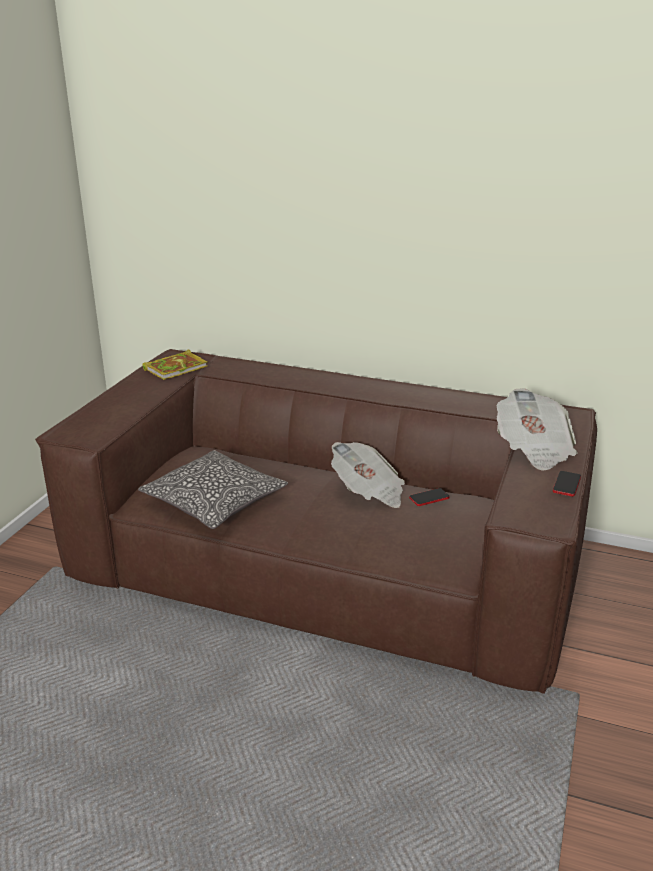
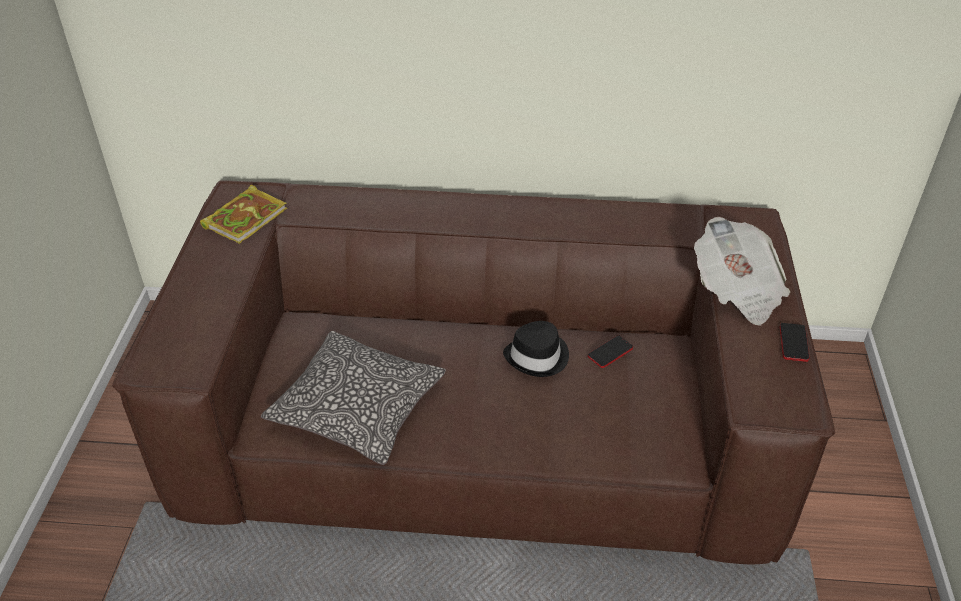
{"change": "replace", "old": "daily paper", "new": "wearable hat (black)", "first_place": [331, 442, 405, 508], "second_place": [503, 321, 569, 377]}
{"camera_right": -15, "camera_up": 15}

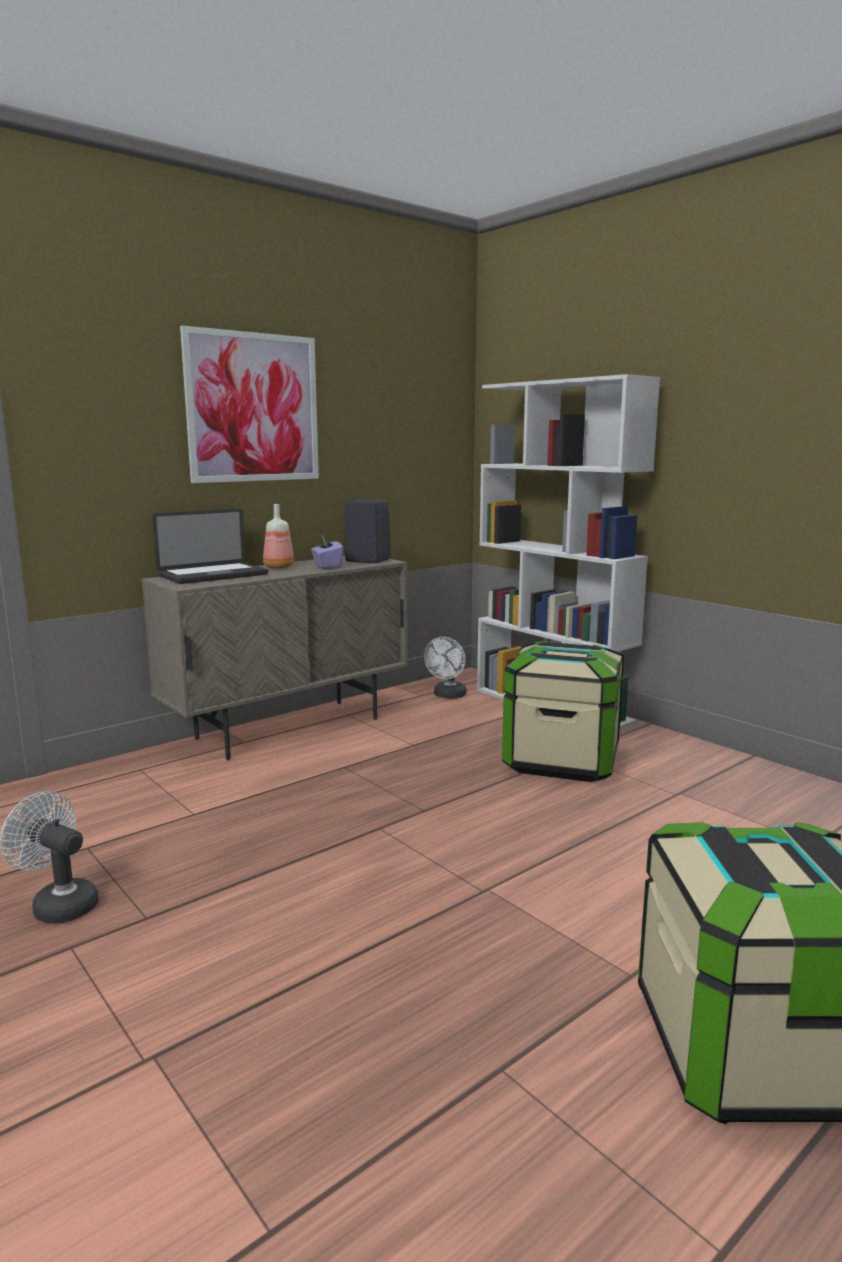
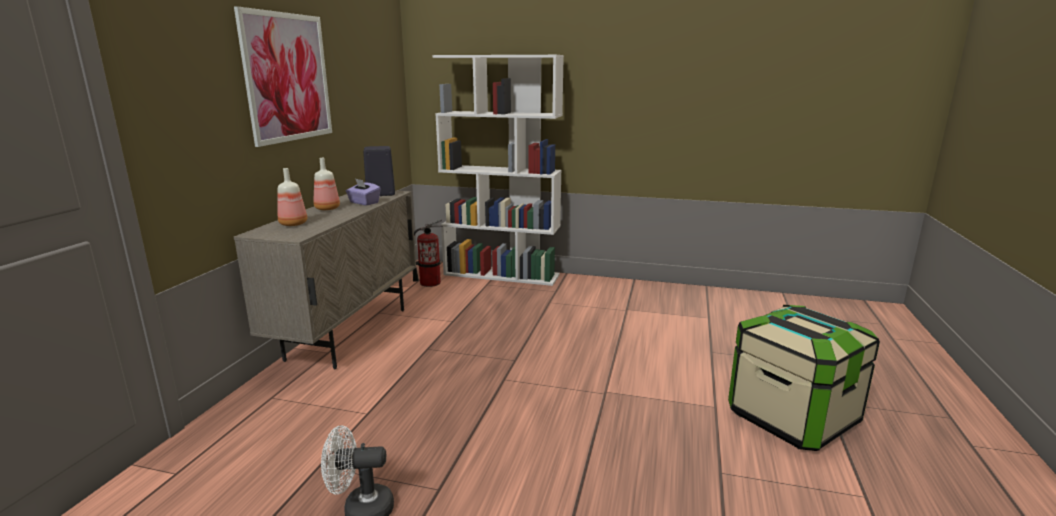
{"change": "replace", "old": "portable computer", "new": "beverage bottle", "first_place": [153, 509, 268, 584], "second_place": [278, 168, 307, 226]}
{"change": "replace", "old": "fan (white-coloured)", "new": "fire extinguisher", "first_place": [424, 637, 467, 699], "second_place": [413, 219, 443, 287]}
{"change": "delete", "old": "storage box", "first_place": [502, 641, 624, 782]}
{"camera_right": -35, "camera_up": 5}

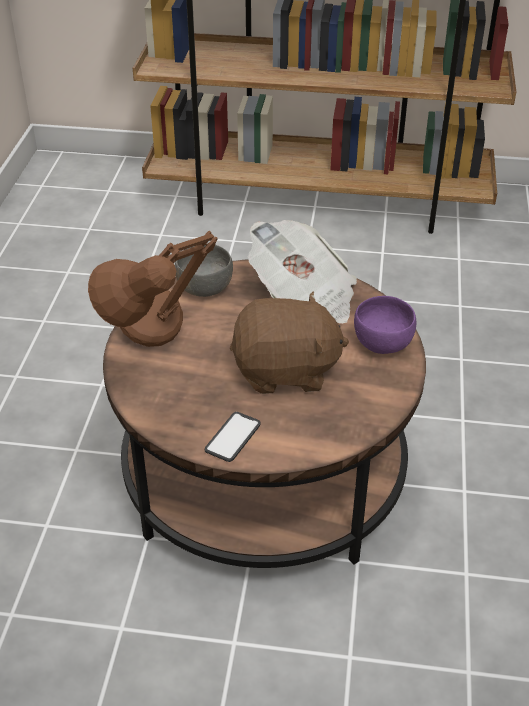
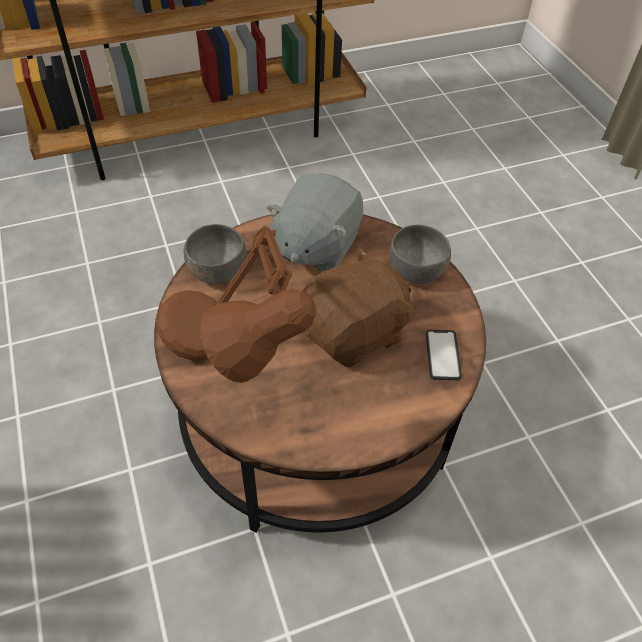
{"change": "move", "old": "telephone", "first_place": [205, 412, 261, 462], "second_place": [426, 330, 462, 380]}
{"change": "replace", "old": "daily paper", "new": "soft toy (gray)", "first_place": [248, 220, 357, 324], "second_place": [266, 173, 363, 272]}
{"change": "recolor", "old": "serving bowl (purple)", "new": "serving bowl (gray)", "first_place": [354, 296, 416, 354], "second_place": [389, 225, 451, 284]}
{"camera_right": -30, "camera_up": 10}

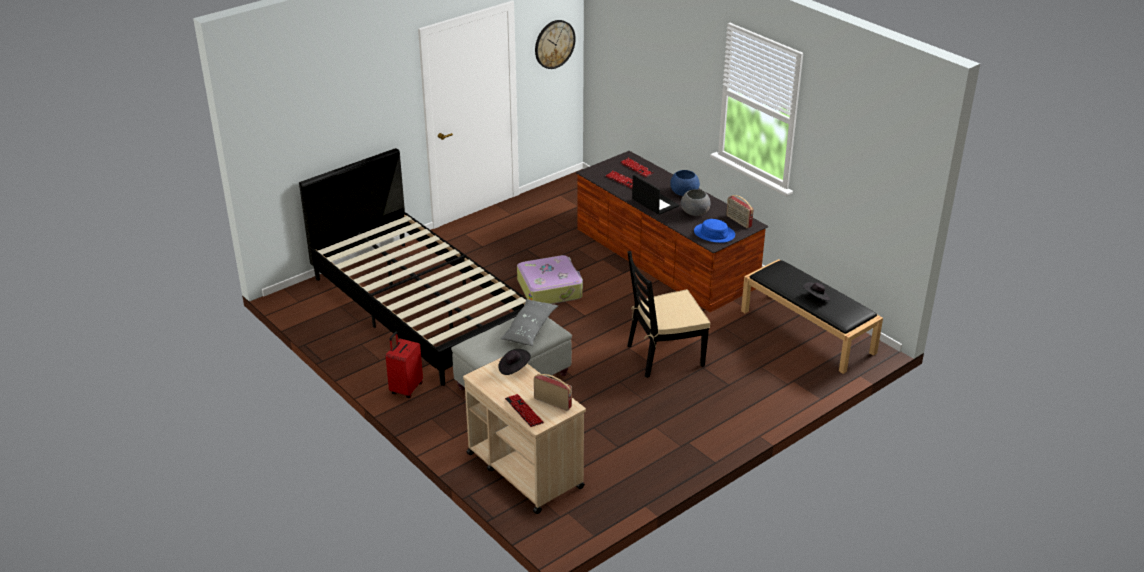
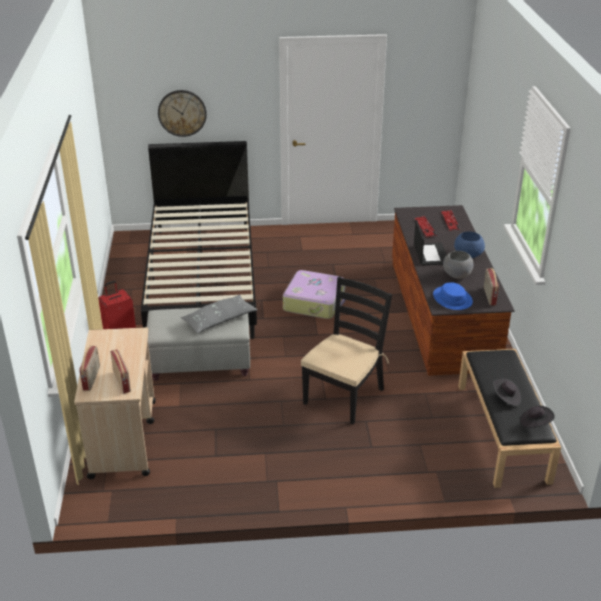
{"change": "move", "old": "wearable hat (black)", "first_place": [498, 349, 531, 375], "second_place": [520, 406, 555, 428]}
{"change": "replace", "old": "PC keyboard", "new": "radio", "first_place": [505, 394, 544, 427], "second_place": [79, 345, 100, 391]}
{"change": "move", "old": "hanging clock", "first_place": [535, 20, 576, 69], "second_place": [158, 90, 207, 137]}
{"change": "rotate", "old": "plain chair (black)", "first_place": [627, 251, 710, 378], "second_place": [301, 276, 392, 424], "degrees": 105}
{"camera_right": 35, "camera_up": 0}

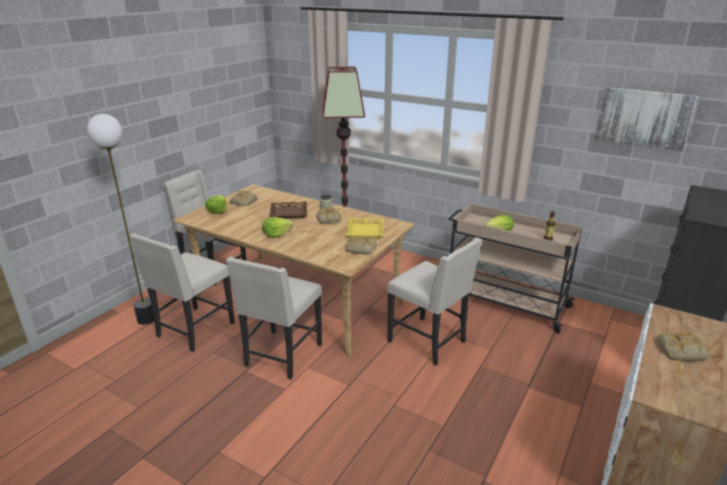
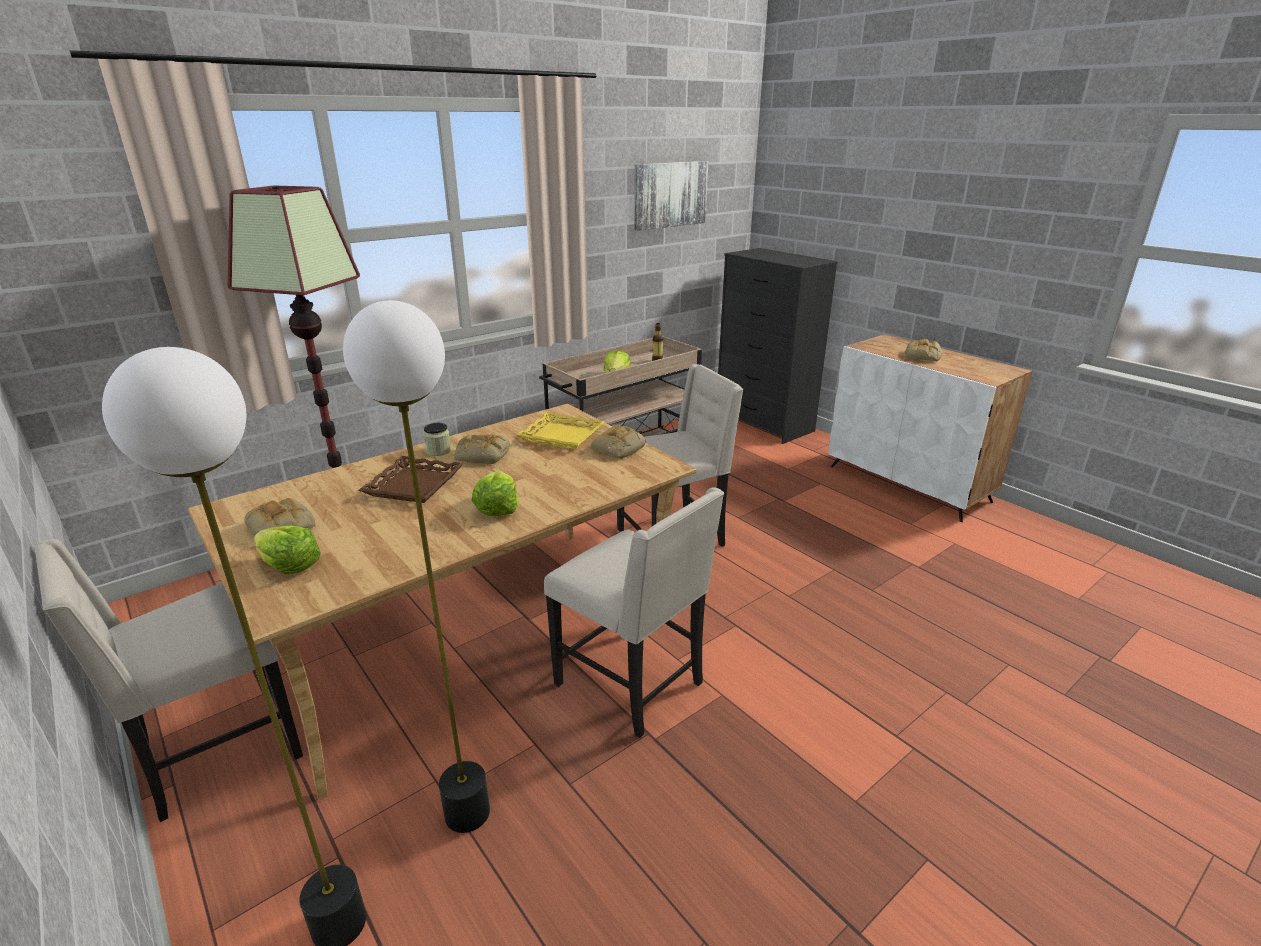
{"change": "replace", "old": "plain chair (beige-coloured)", "new": "standing lamp", "first_place": [129, 233, 235, 352], "second_place": [343, 300, 490, 833]}
{"camera_right": -70, "camera_up": 0}

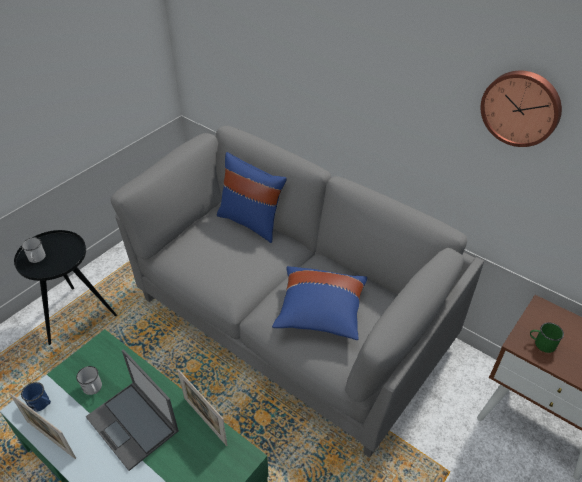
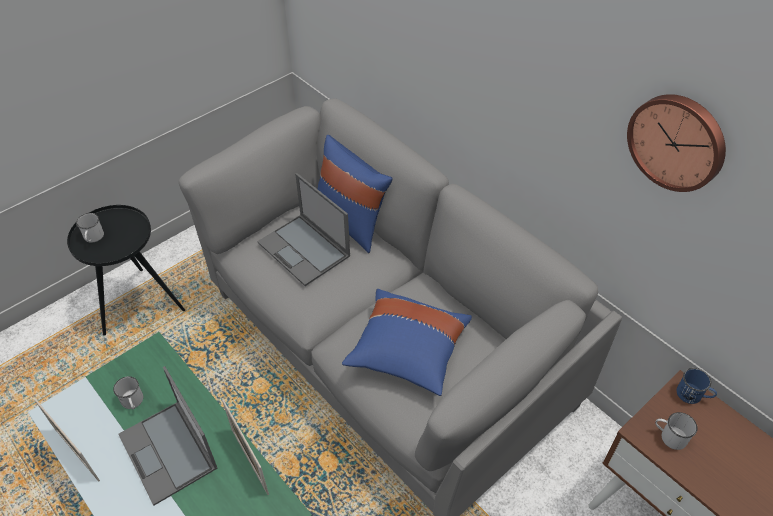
{"change": "move", "old": "tea mug (bluish)", "first_place": [21, 382, 51, 412], "second_place": [677, 368, 717, 404]}
{"change": "recolor", "old": "tea mug (green)", "new": "tea mug (white-coloured)", "first_place": [530, 322, 564, 353], "second_place": [655, 412, 698, 450]}
{"change": "insert", "new": "portable computer", "second_place": [257, 173, 350, 286]}
{"camera_right": 10, "camera_up": 5}

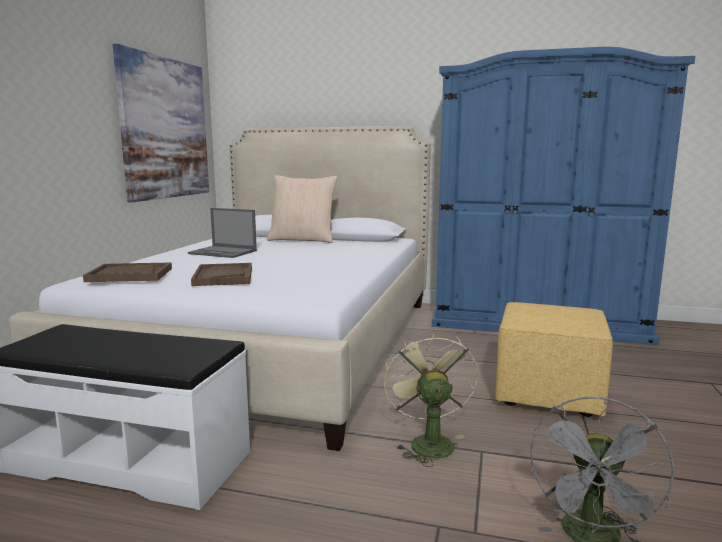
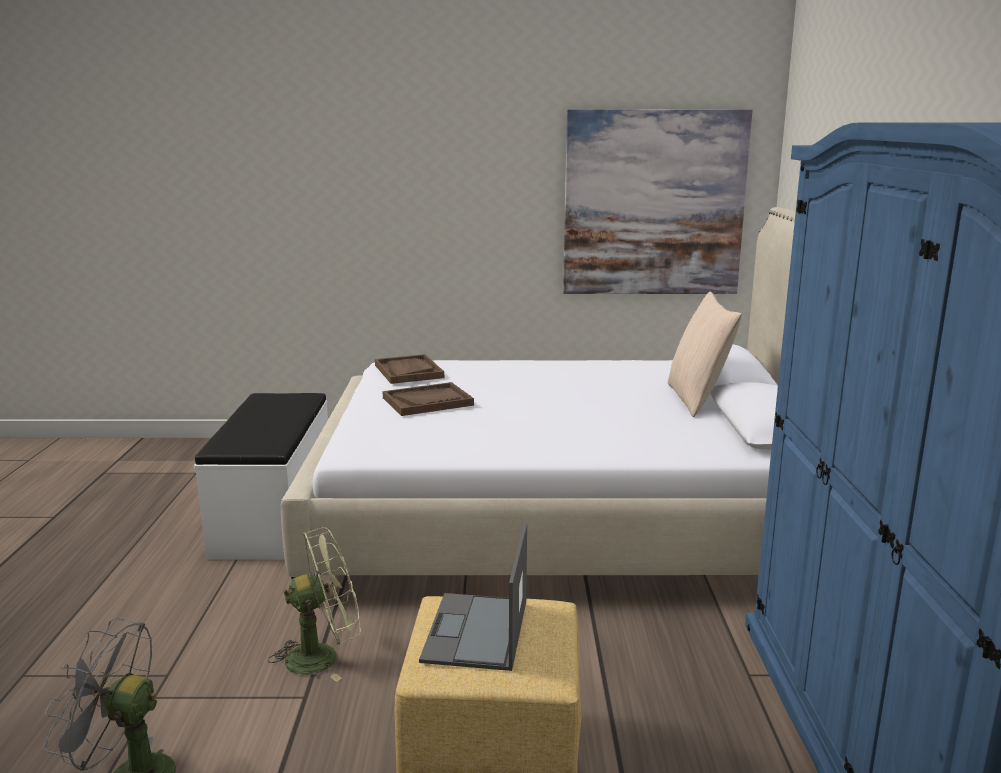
{"change": "move", "old": "portable computer", "first_place": [188, 208, 257, 258], "second_place": [419, 523, 527, 671]}
{"camera_right": 75, "camera_up": 5}

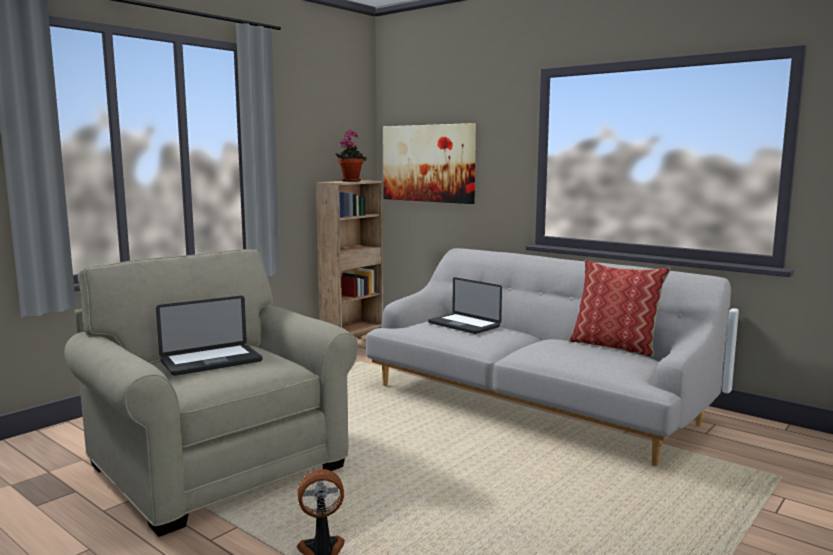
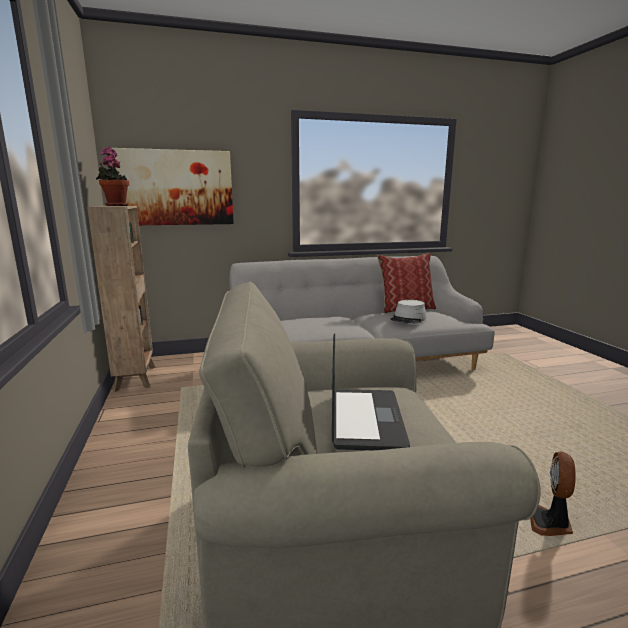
{"change": "delete", "old": "portable computer", "first_place": [428, 277, 502, 334]}
{"change": "insert", "new": "wearable hat (gray)", "second_place": [391, 300, 426, 324]}
{"camera_right": -55, "camera_up": 5}

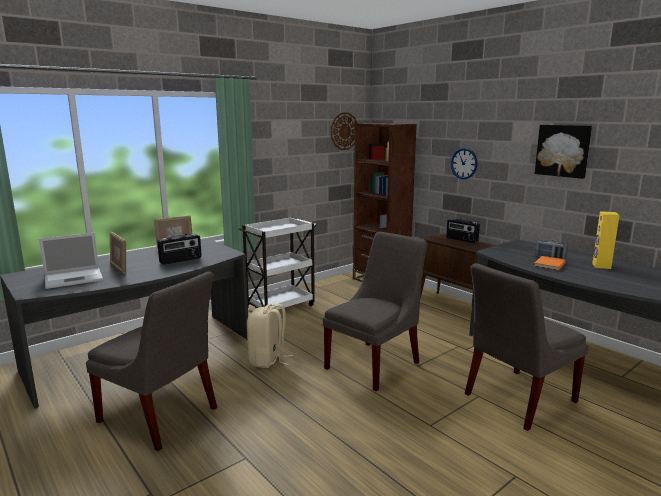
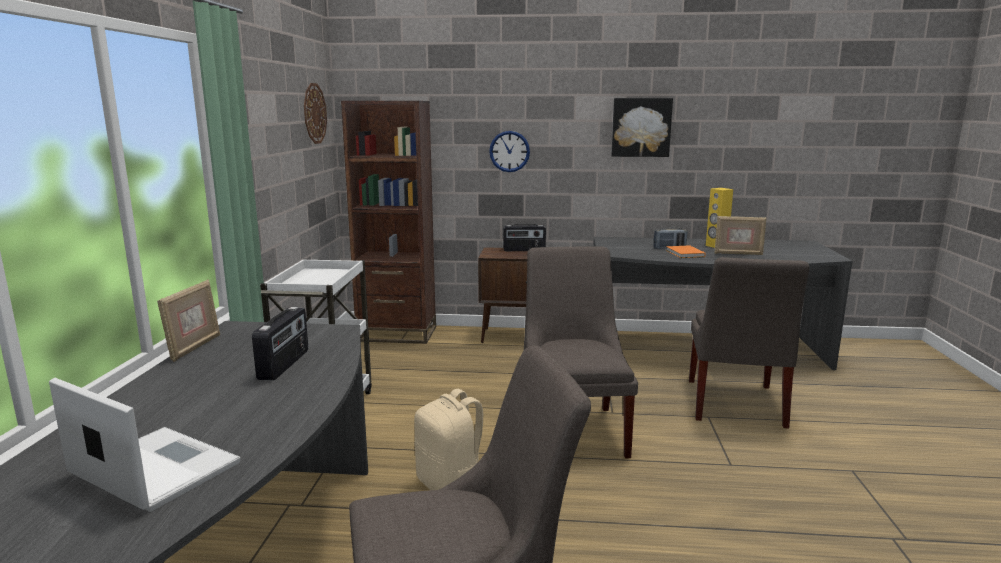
{"change": "rotate", "old": "portable computer", "first_place": [39, 233, 103, 289], "second_place": [49, 378, 240, 512], "degrees": -75}
{"change": "move", "old": "standing frame", "first_place": [110, 232, 126, 274], "second_place": [714, 216, 766, 255]}
{"camera_right": -45, "camera_up": 0}

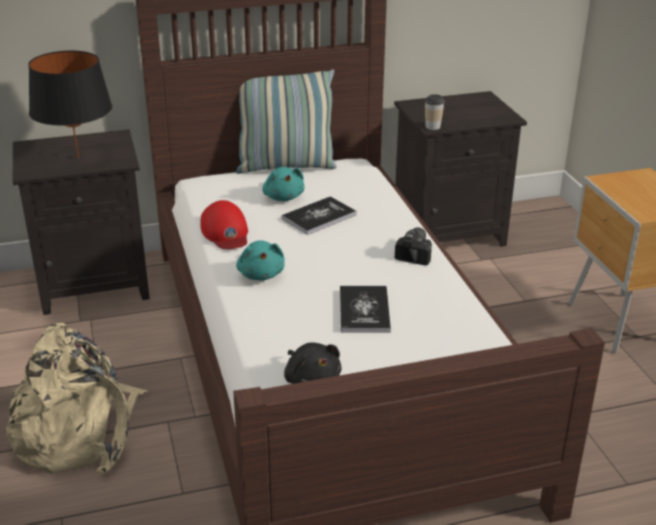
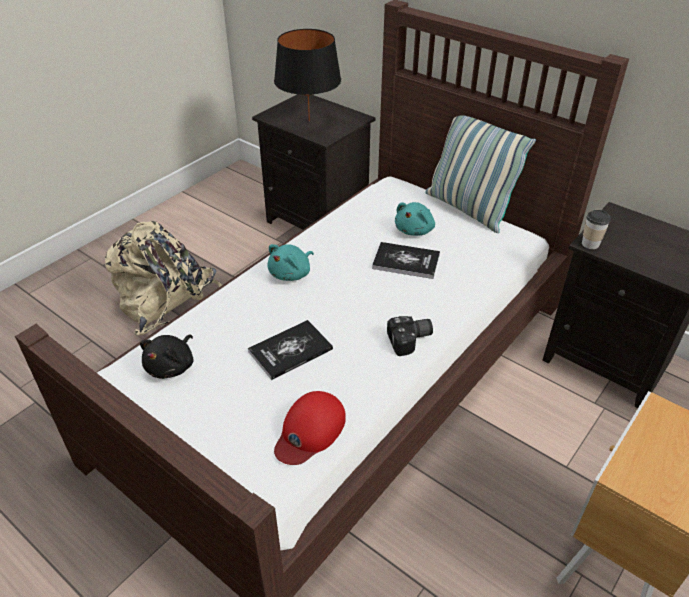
{"change": "move", "old": "cap (red-coloured)", "first_place": [201, 200, 248, 249], "second_place": [274, 391, 346, 465]}
{"camera_right": 55, "camera_up": 10}

